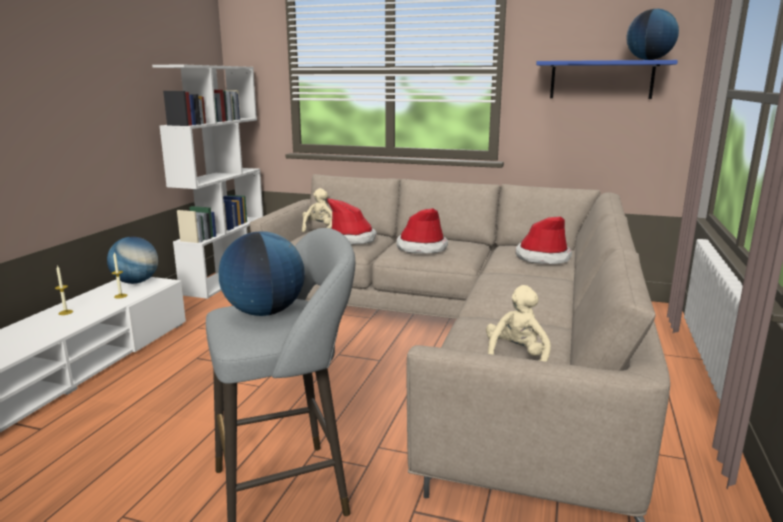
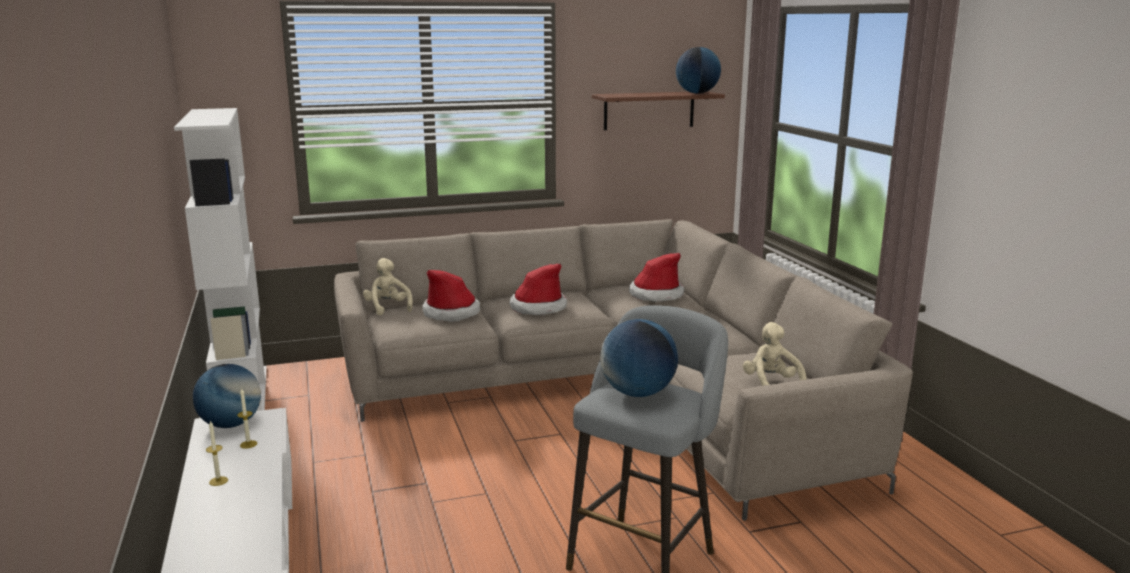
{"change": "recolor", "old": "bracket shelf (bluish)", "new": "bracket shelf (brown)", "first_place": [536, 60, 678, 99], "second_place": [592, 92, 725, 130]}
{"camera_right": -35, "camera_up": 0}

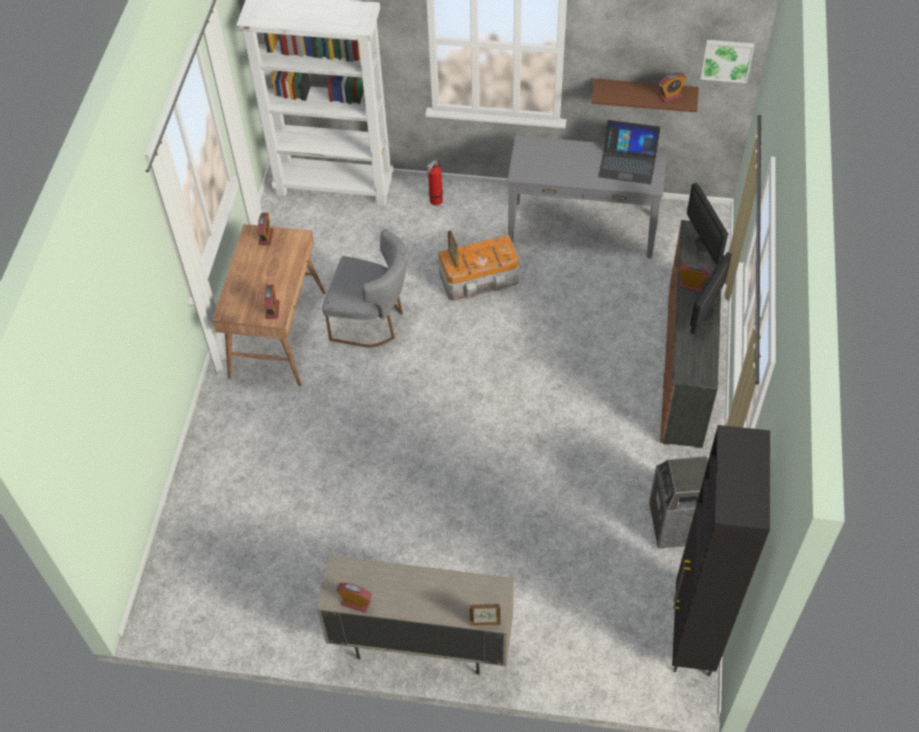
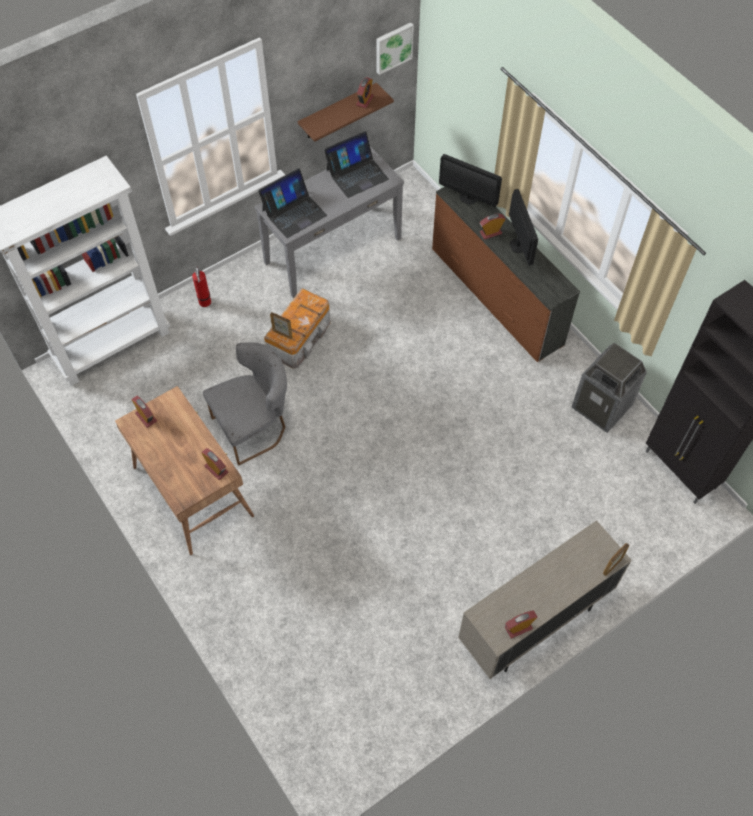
{"change": "insert", "new": "portable computer", "second_place": [258, 168, 327, 238]}
{"camera_right": -45, "camera_up": 5}

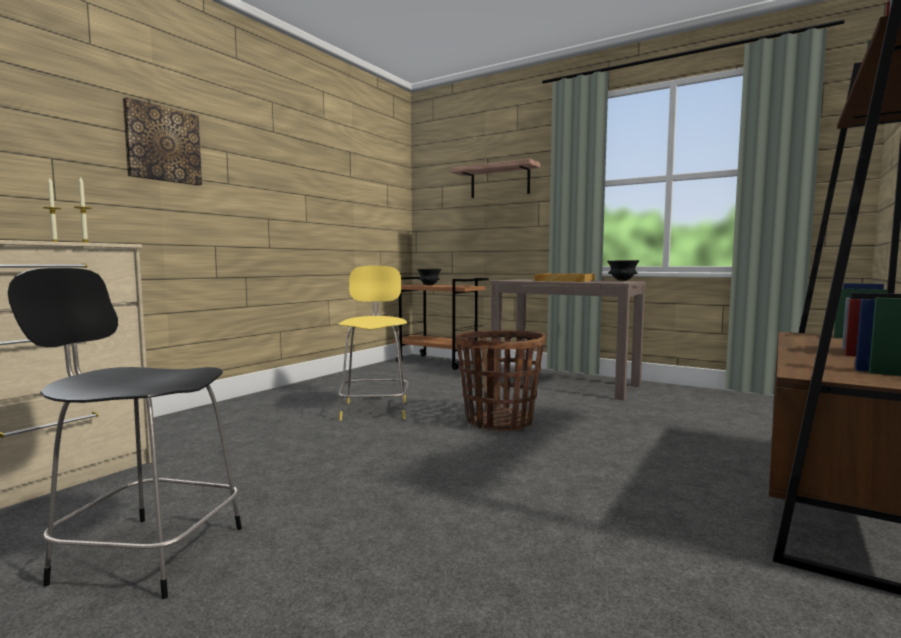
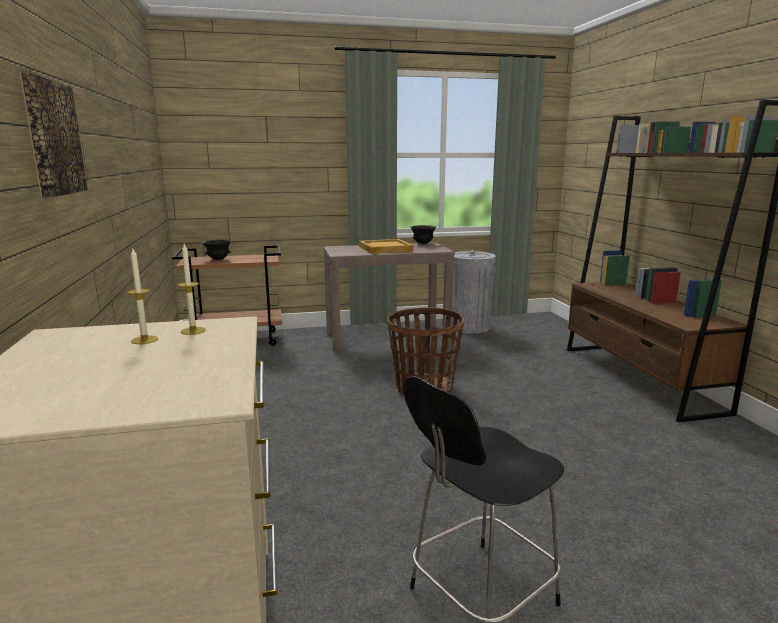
{"change": "delete", "old": "stool seat (yellow-coloured)", "first_place": [338, 266, 409, 421]}
{"change": "delete", "old": "bracket shelf", "first_place": [451, 158, 540, 198]}
{"change": "insert", "new": "waste bin (gray)", "second_place": [452, 251, 497, 334]}
{"camera_right": -45, "camera_up": 10}

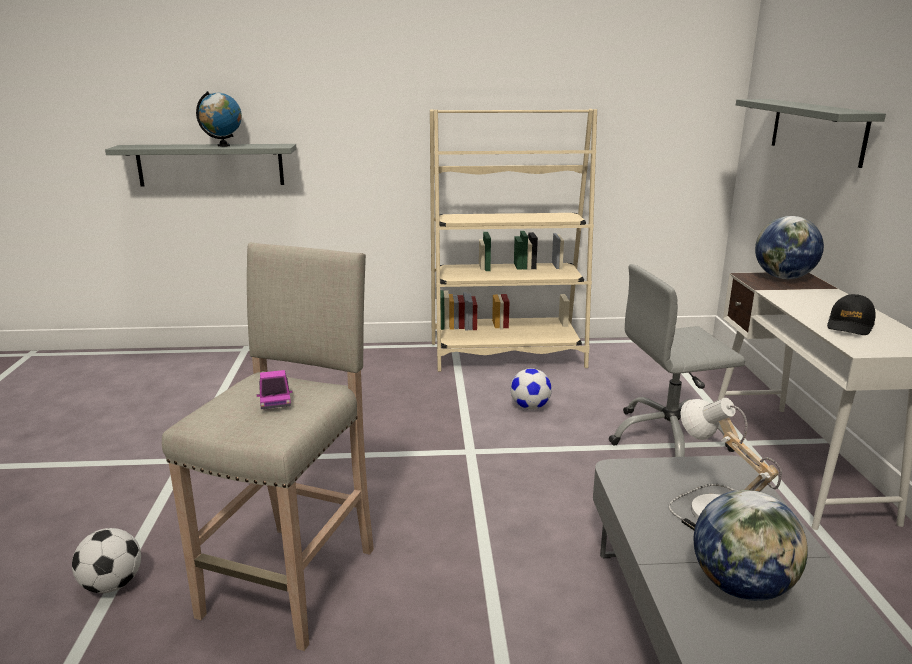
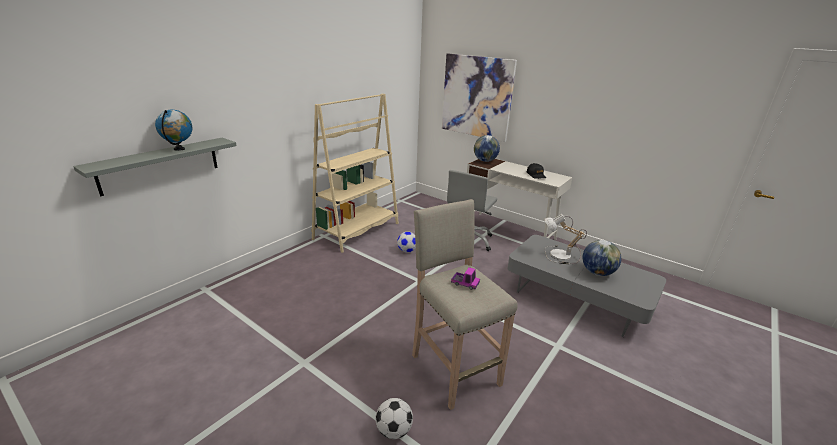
{"change": "replace", "old": "bracket shelf (gray)", "new": "picture", "first_place": [736, 99, 886, 168], "second_place": [442, 54, 517, 142]}
{"camera_right": -50, "camera_up": 5}

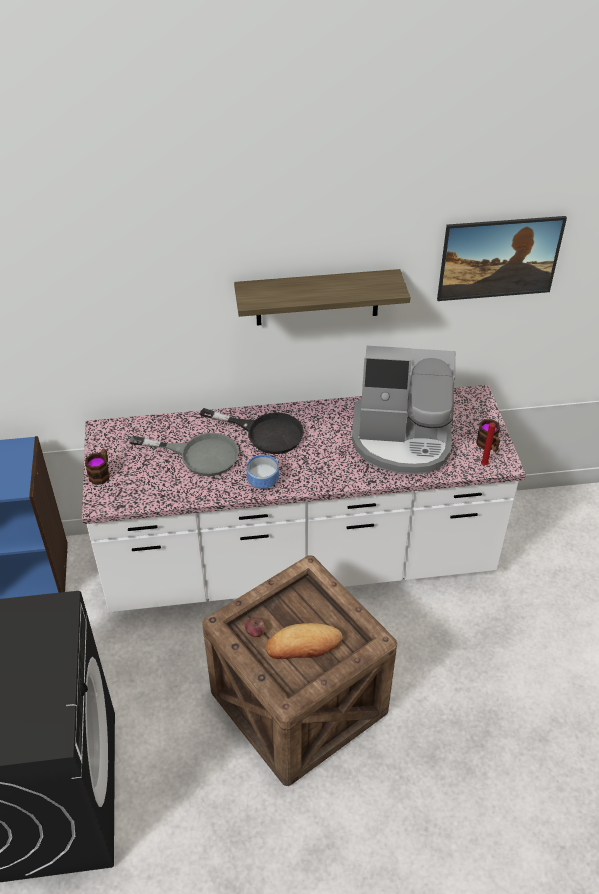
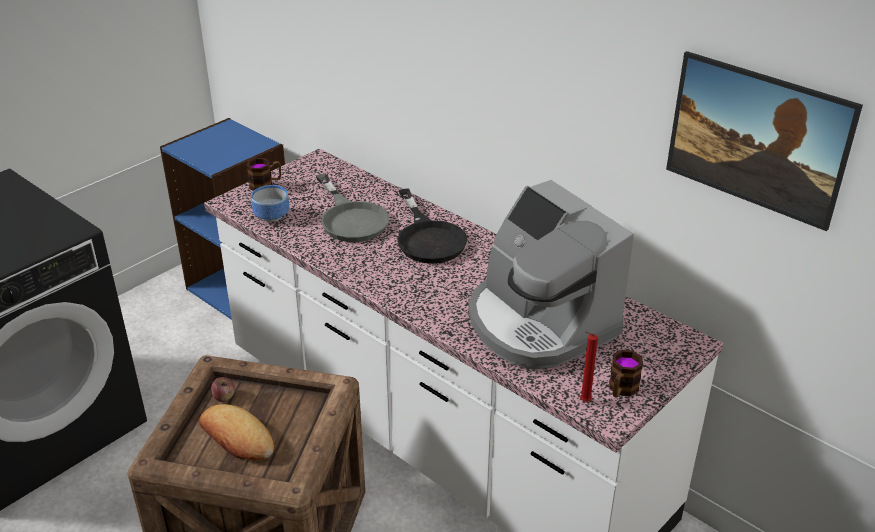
{"change": "delete", "old": "bracket shelf", "first_place": [234, 269, 410, 326]}
{"change": "move", "old": "serving bowl", "first_place": [247, 455, 279, 489], "second_place": [251, 185, 290, 222]}
{"camera_right": 50, "camera_up": -10}

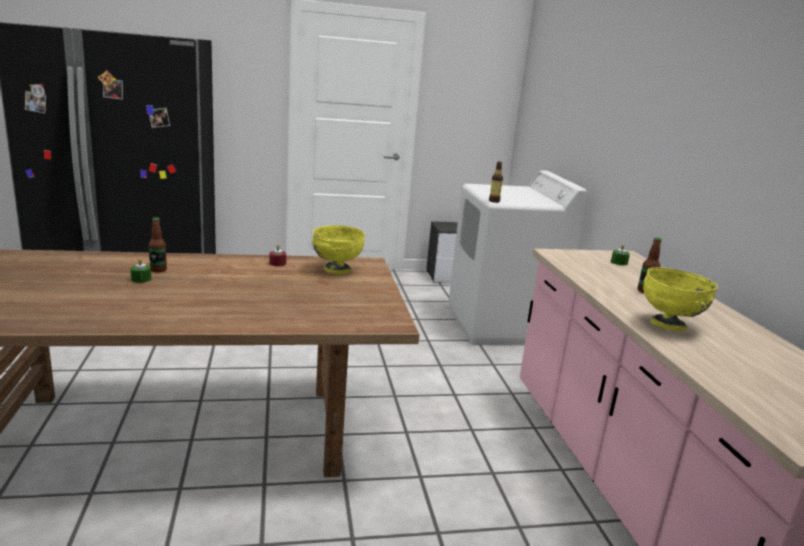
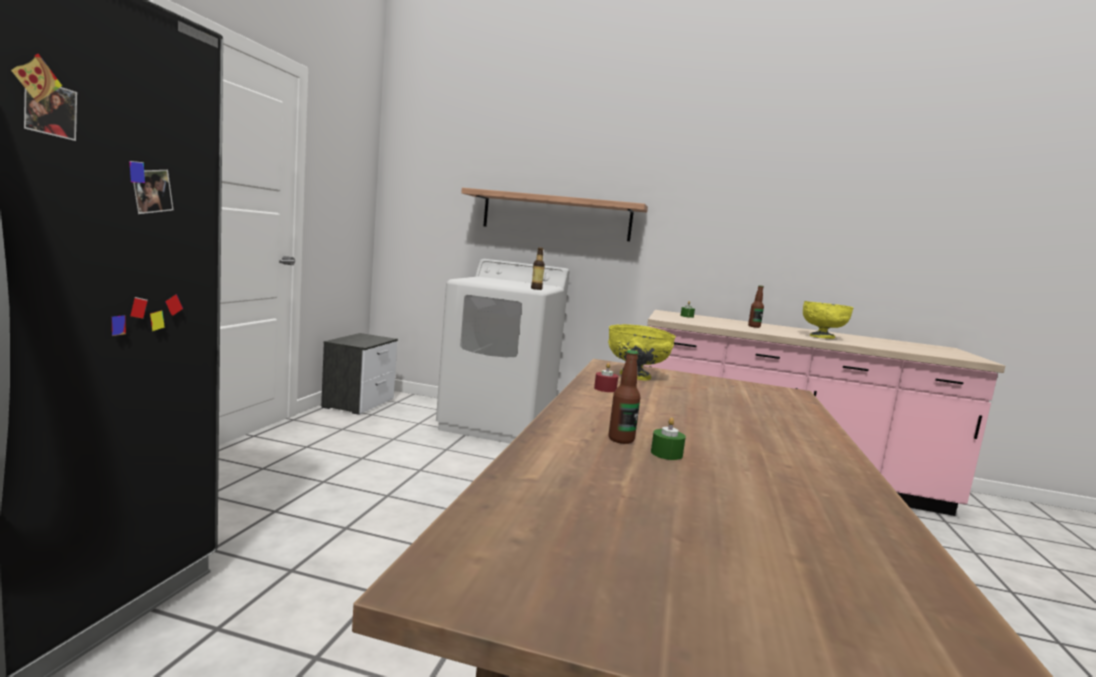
{"change": "insert", "new": "bracket shelf", "second_place": [461, 188, 648, 241]}
{"camera_right": -65, "camera_up": -10}

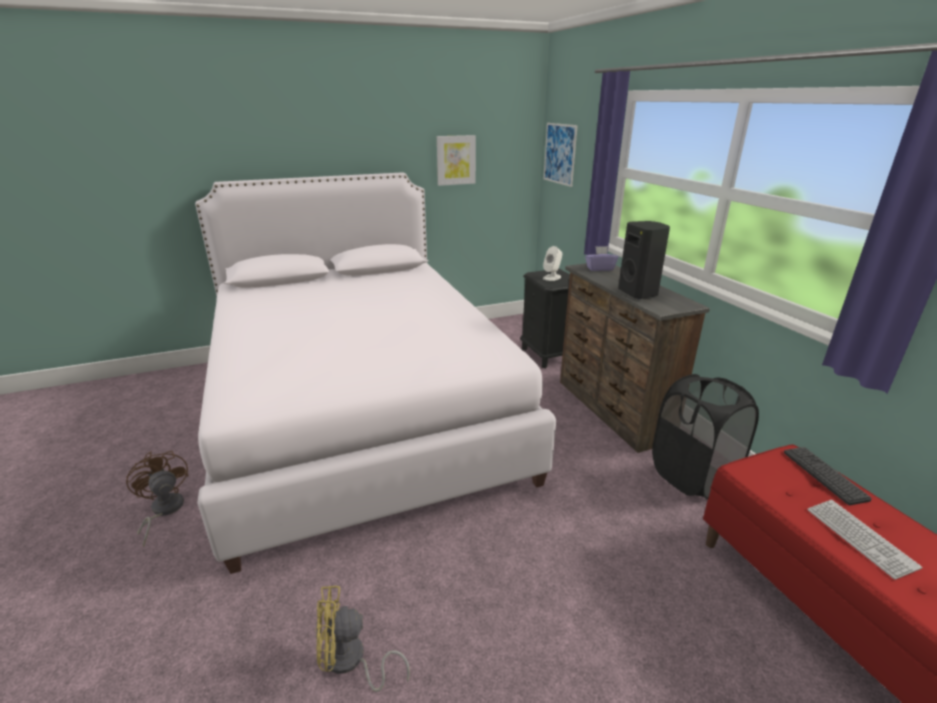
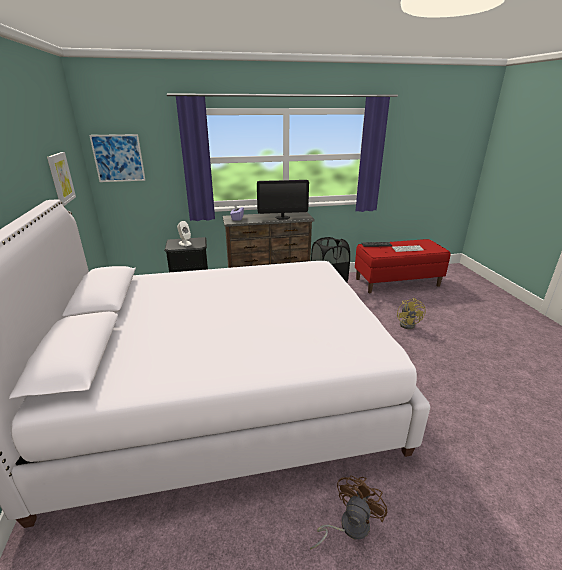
{"change": "rotate", "old": "fan (brown)", "first_place": [126, 451, 189, 547], "second_place": [310, 476, 387, 550], "degrees": 150}
{"change": "move", "old": "fan (yellow-coloured)", "first_place": [315, 586, 410, 692], "second_place": [397, 298, 426, 329]}
{"change": "replace", "old": "audio speaker (black)", "new": "computer screen", "first_place": [618, 221, 670, 299], "second_place": [257, 180, 309, 220]}
{"camera_right": -80, "camera_up": 0}

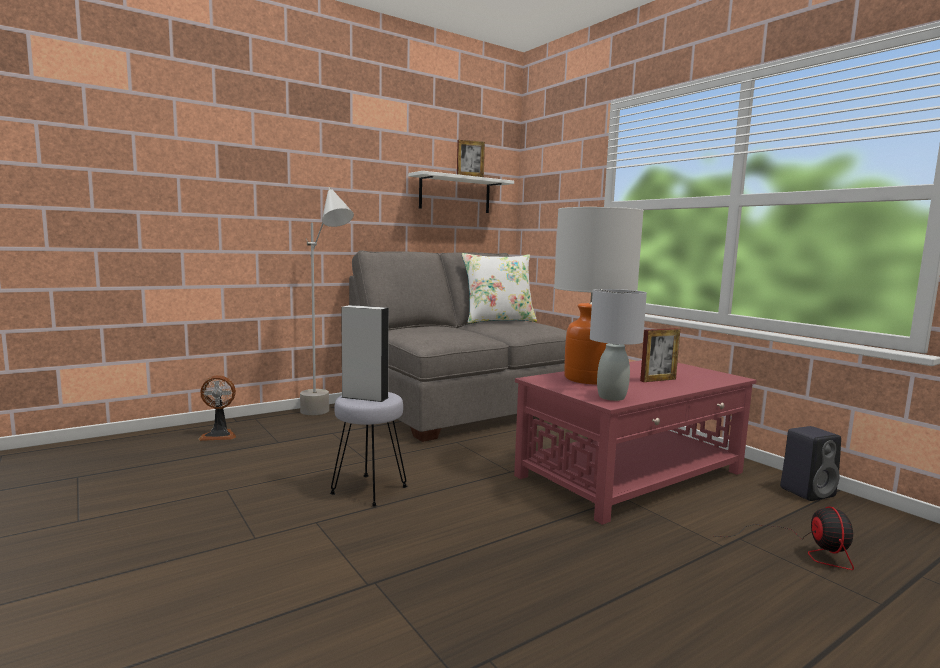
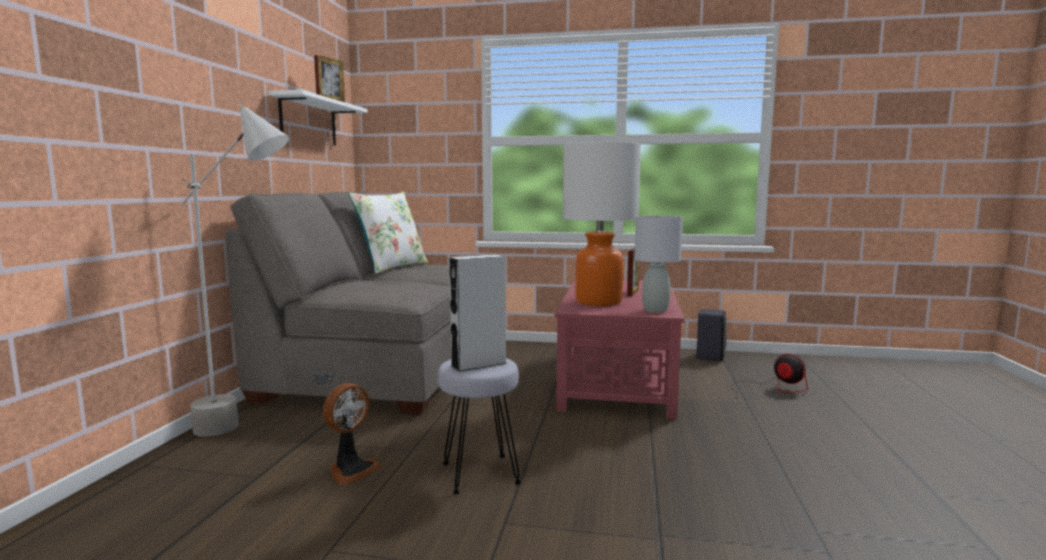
{"change": "move", "old": "fan", "first_place": [199, 376, 236, 441], "second_place": [323, 383, 382, 485]}
{"camera_right": -45, "camera_up": 0}

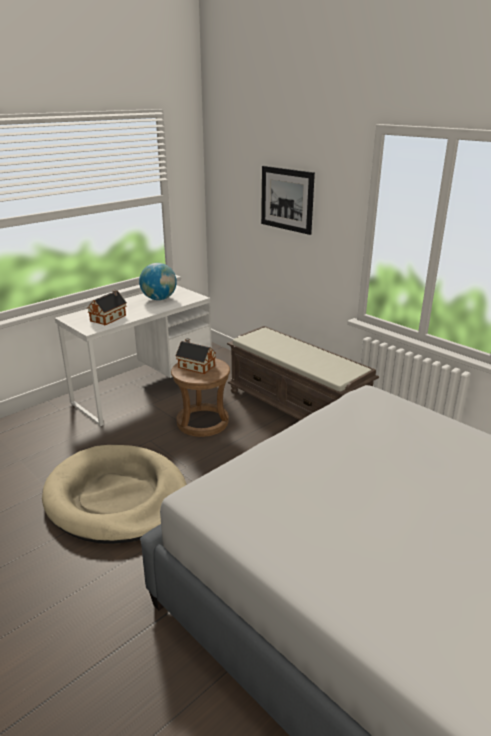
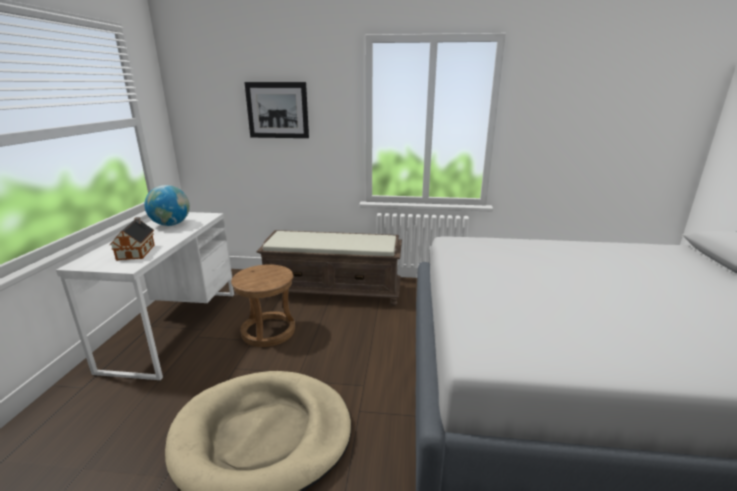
{"change": "delete", "old": "toy house", "first_place": [176, 338, 216, 374]}
{"camera_right": -40, "camera_up": -5}

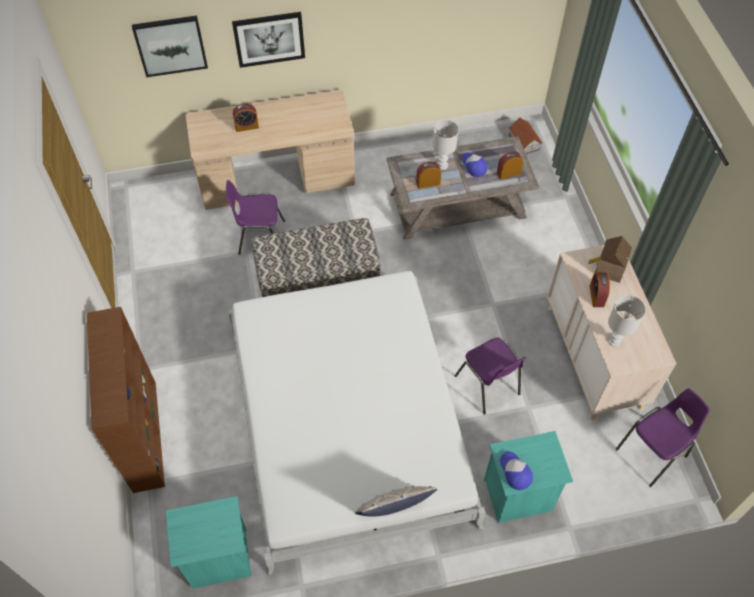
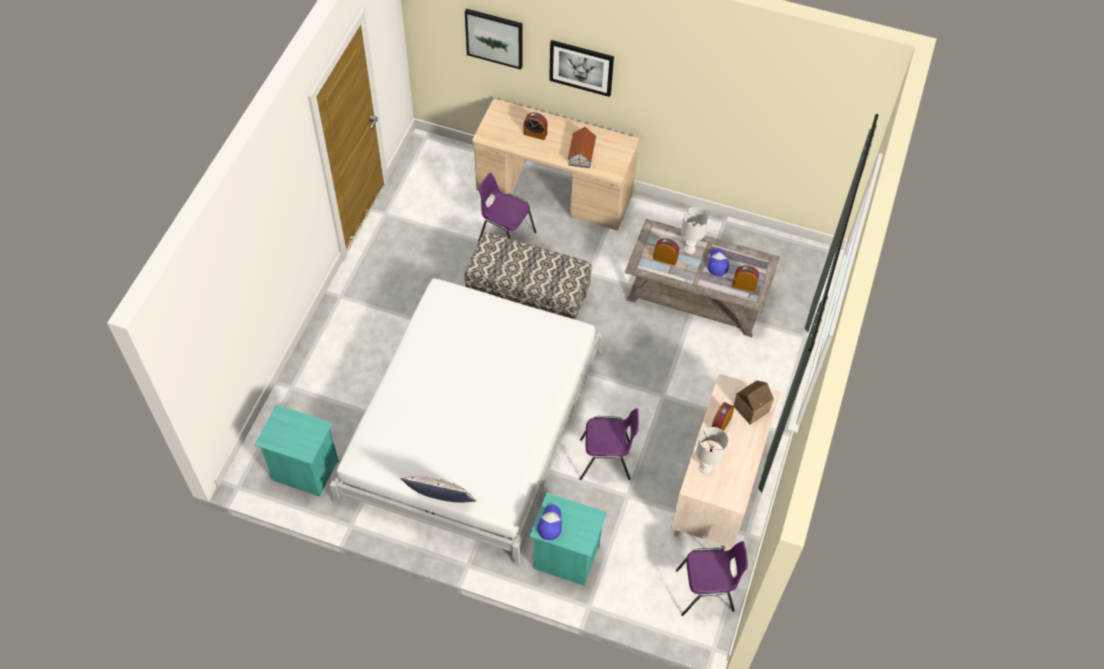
{"change": "delete", "old": "shelving unit (brown)", "first_place": [87, 307, 165, 493]}
{"change": "rotate", "old": "plain chair (purple)", "first_place": [455, 338, 526, 415], "second_place": [580, 408, 639, 480], "degrees": -90}
{"change": "move", "old": "toy house", "first_place": [509, 118, 543, 154], "second_place": [568, 127, 596, 168]}
{"camera_right": 30, "camera_up": 0}

